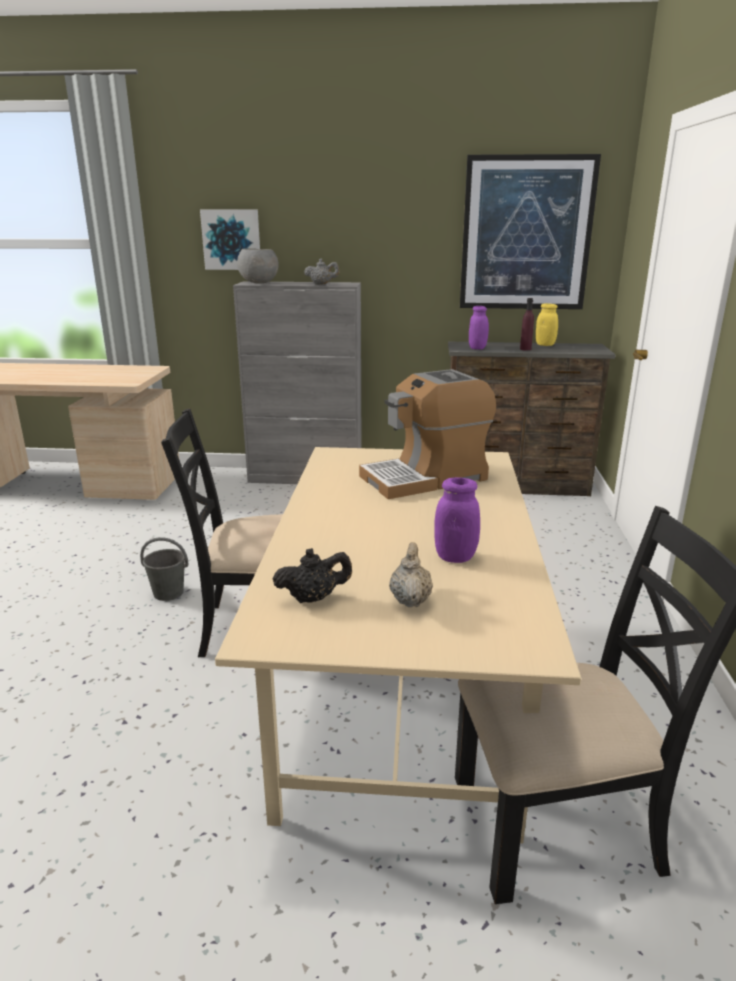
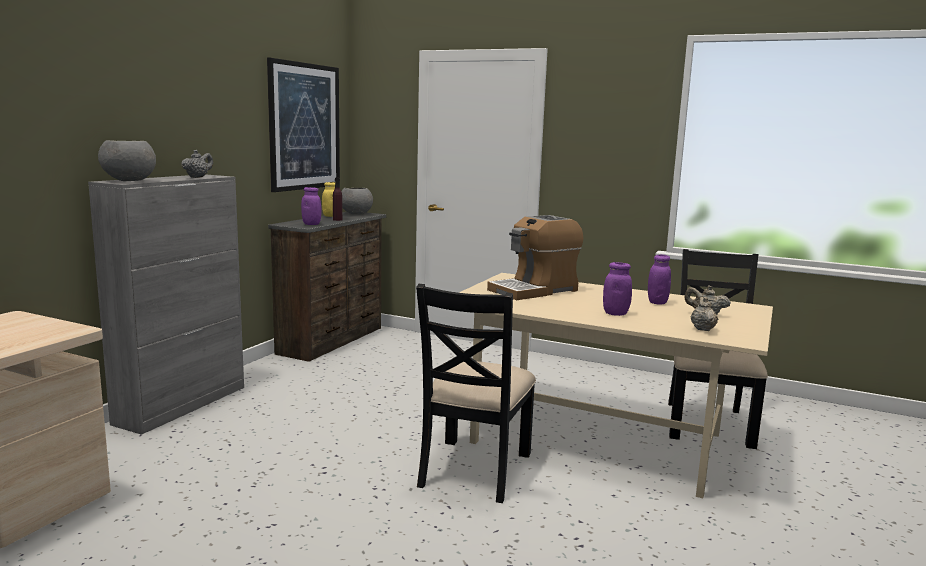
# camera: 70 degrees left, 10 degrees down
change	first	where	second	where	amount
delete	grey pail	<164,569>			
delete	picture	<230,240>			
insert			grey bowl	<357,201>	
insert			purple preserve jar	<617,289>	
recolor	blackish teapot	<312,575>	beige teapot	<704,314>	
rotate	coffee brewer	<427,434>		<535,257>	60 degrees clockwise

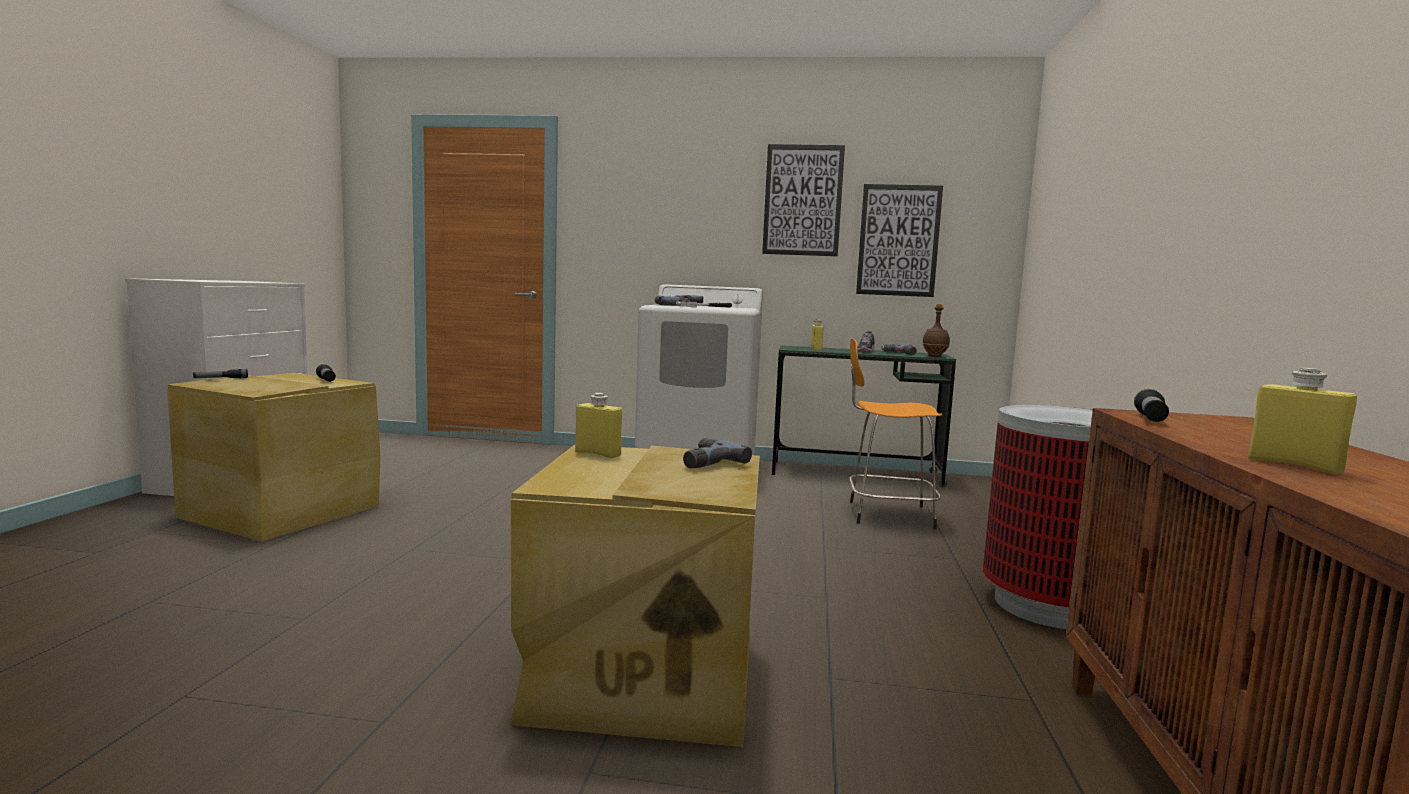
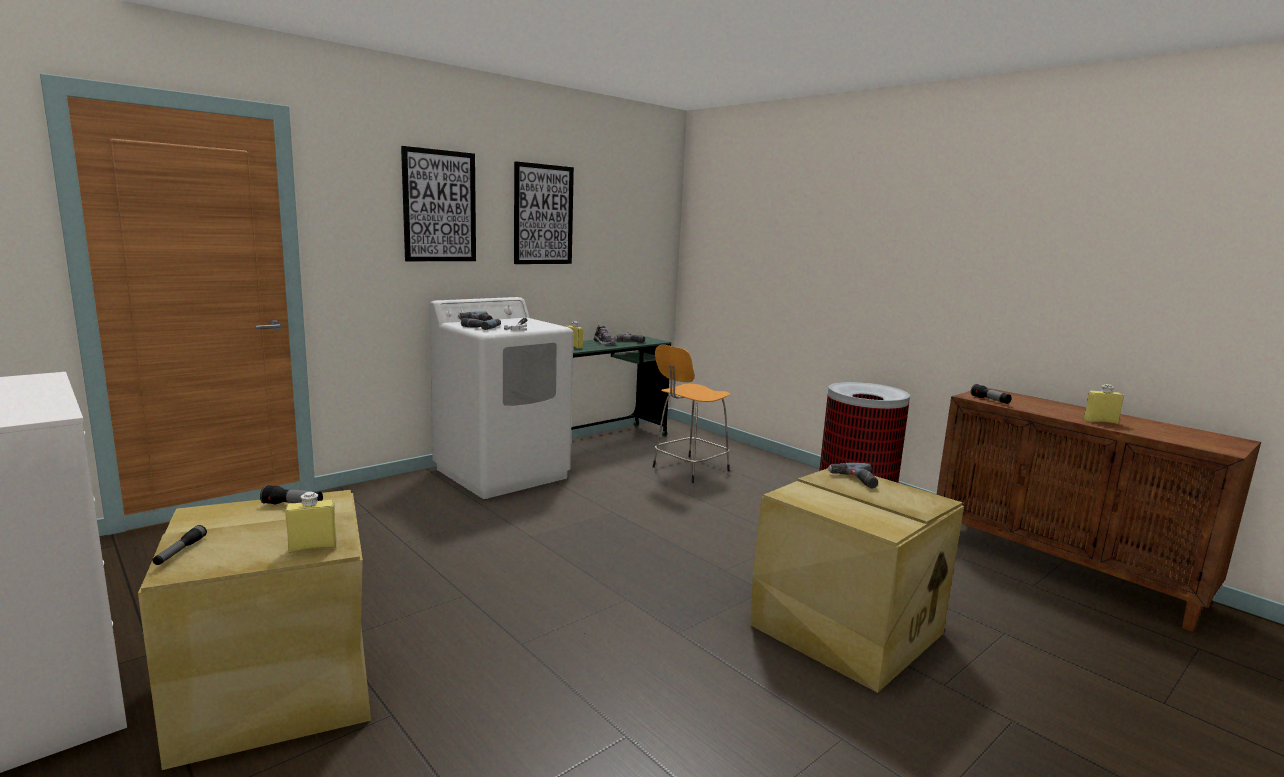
# camera: 50 degrees left, 5 degrees up
change	first	where	second	where	amount
delete	brown bottle	<936,330>			
move	yellow-coloured bottle	<598,425>		<311,522>	
move	picture	<899,240>		<438,203>	

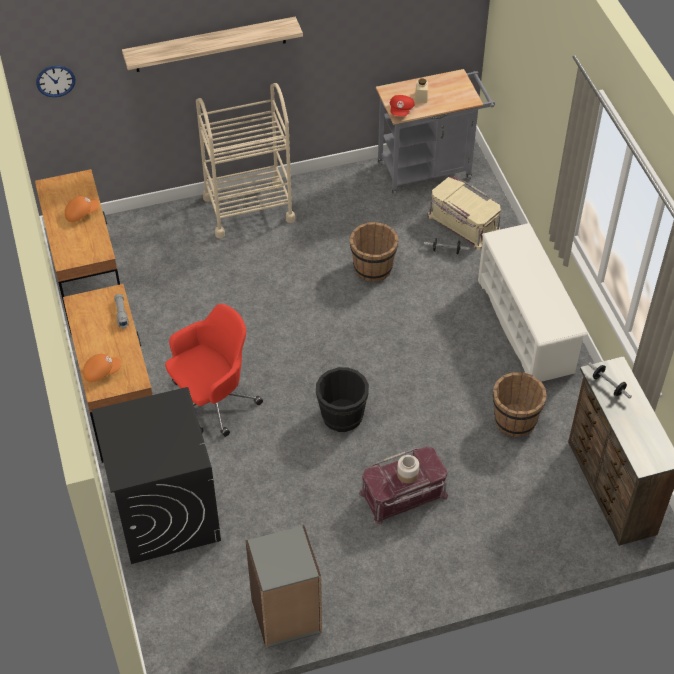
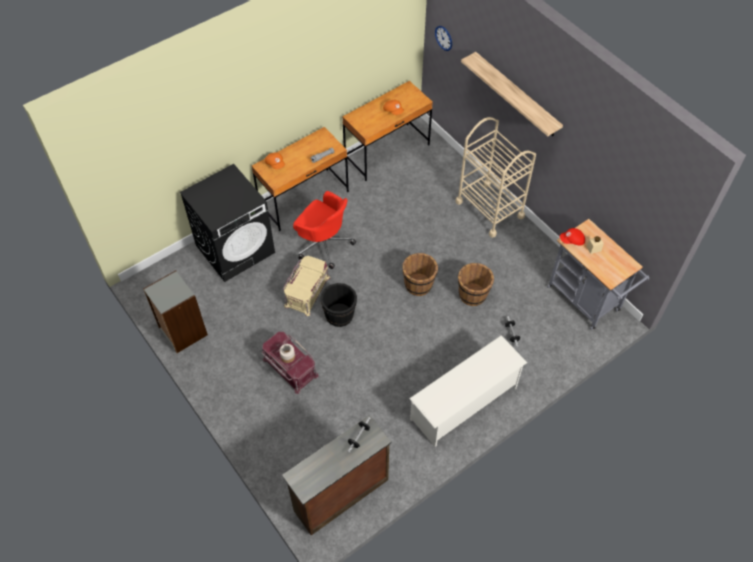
# camera: 70 degrees right, 5 degrees up
change	first	where	second	where	amount
move	beige storage box	<464,213>		<307,286>	
move	brown pail	<520,404>		<420,274>	

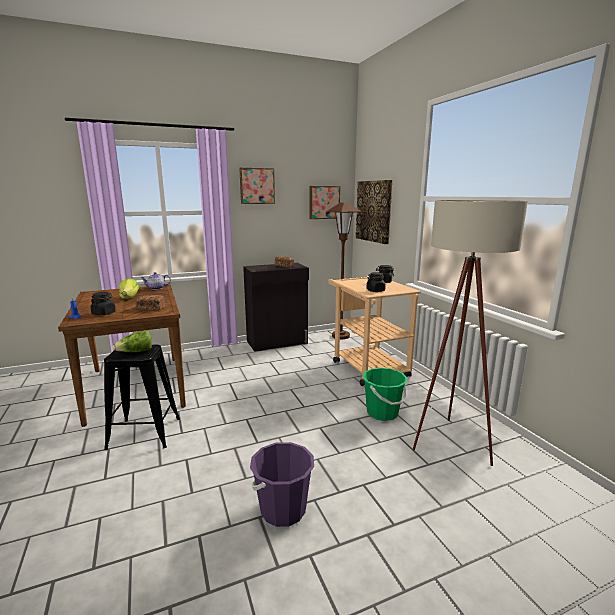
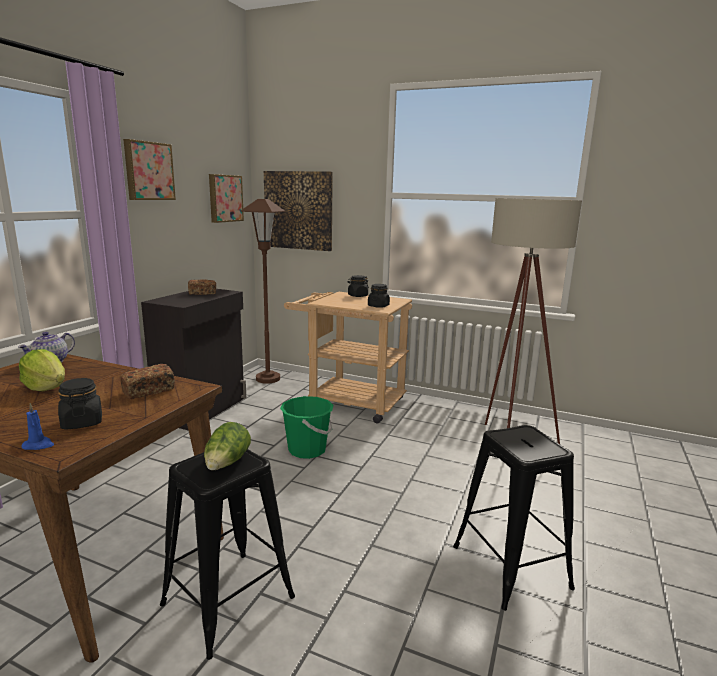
# camera: 45 degrees left, 0 degrees up
change	first	where	second	where	amount
move	greenish pail	<384,394>		<306,427>	
replace	purple pail	<282,484>	blackish stool	<514,518>	

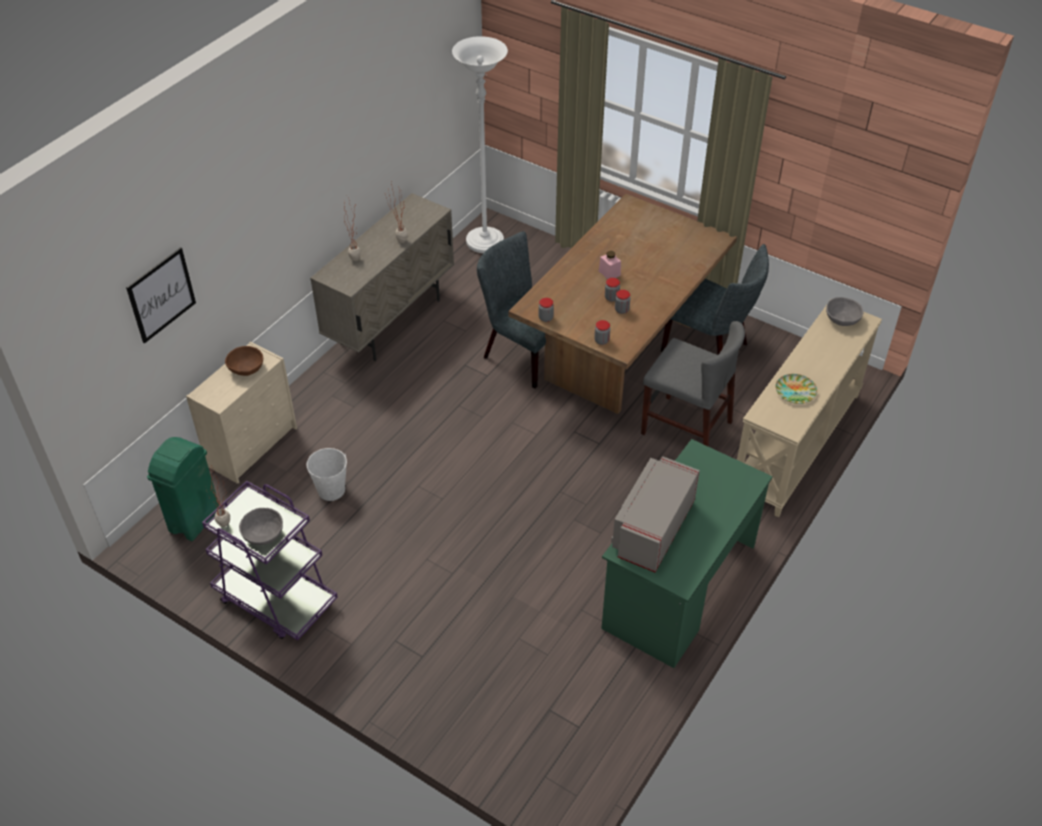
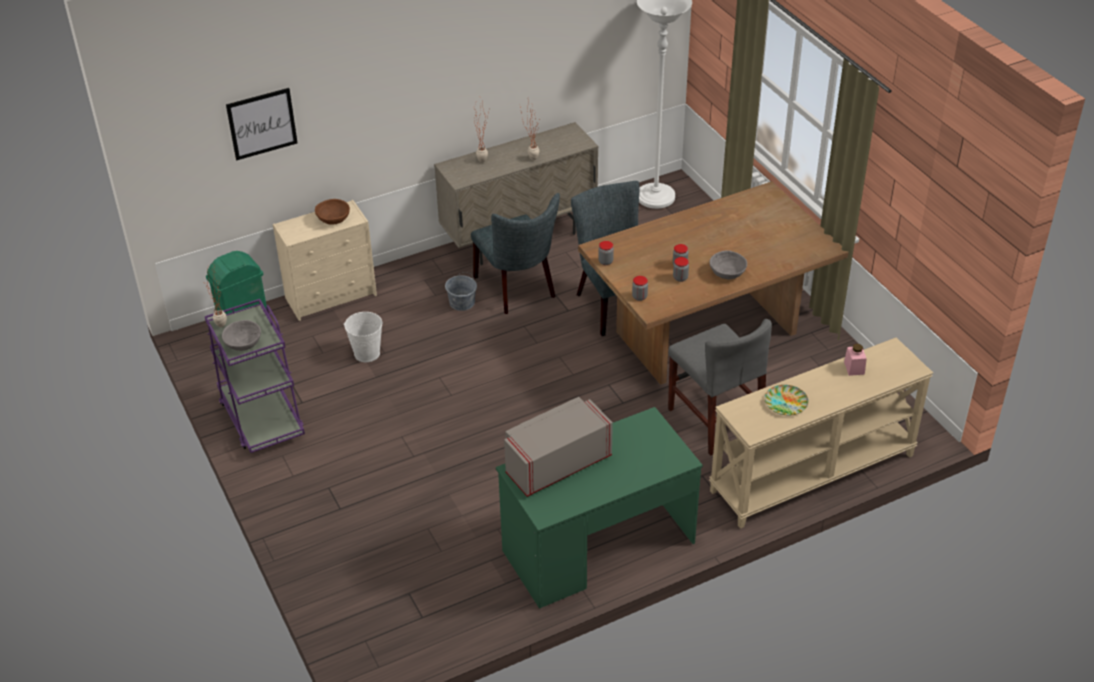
# camera: 30 degrees right, 5 degrees down
change	first	where	second	where	amount
insert			grey pail	<461,291>	
move	pinkish preserve jar	<610,265>		<855,360>	
move	grey plain chair	<715,299>		<515,253>	
move	grey bowl	<844,311>		<728,265>	

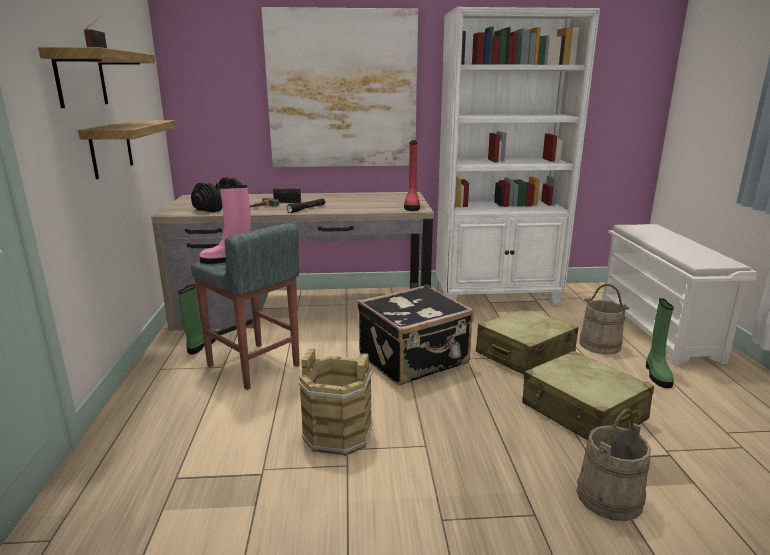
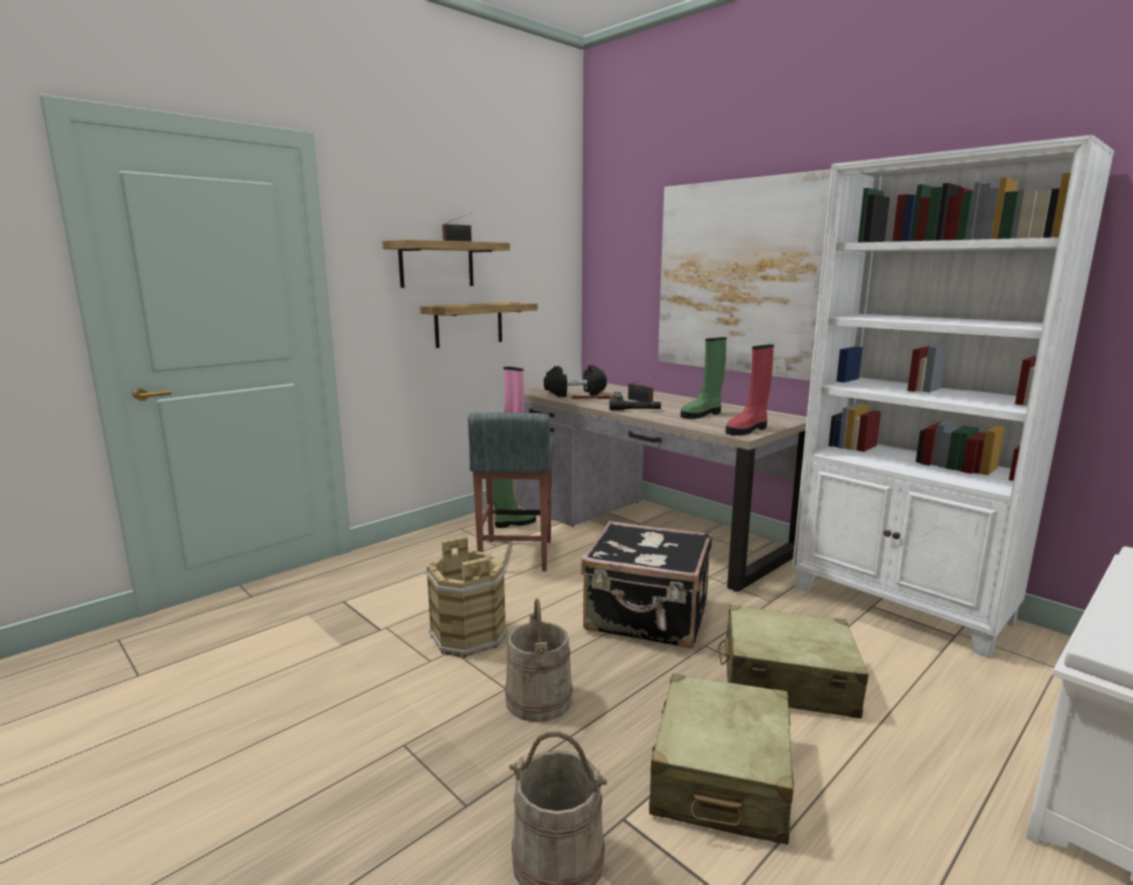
# camera: 50 degrees right, 5 degrees down
change	first	where	second	where	amount
move	beige pail	<604,319>		<539,660>	
move	greenish tall boot	<660,343>		<703,378>	

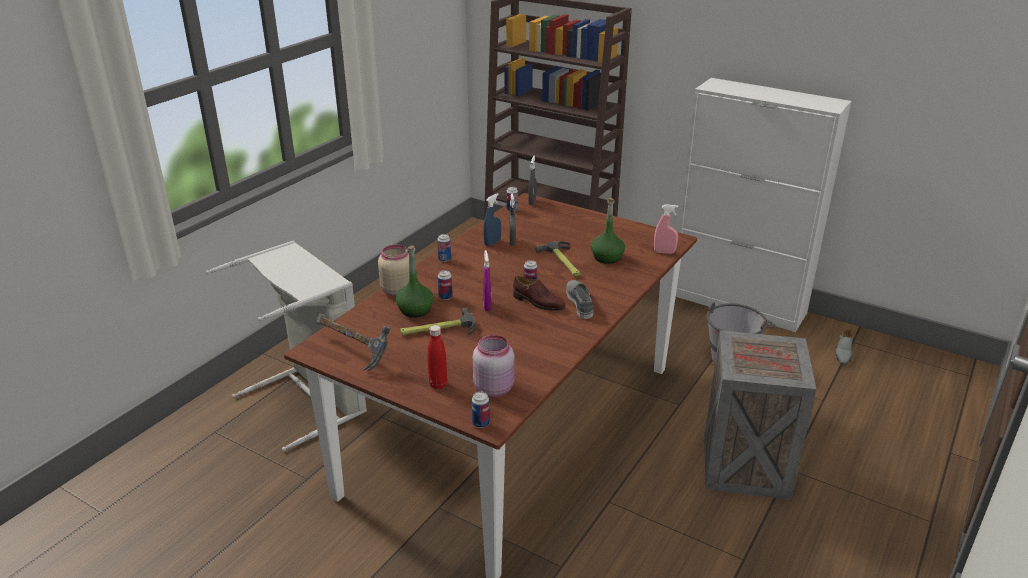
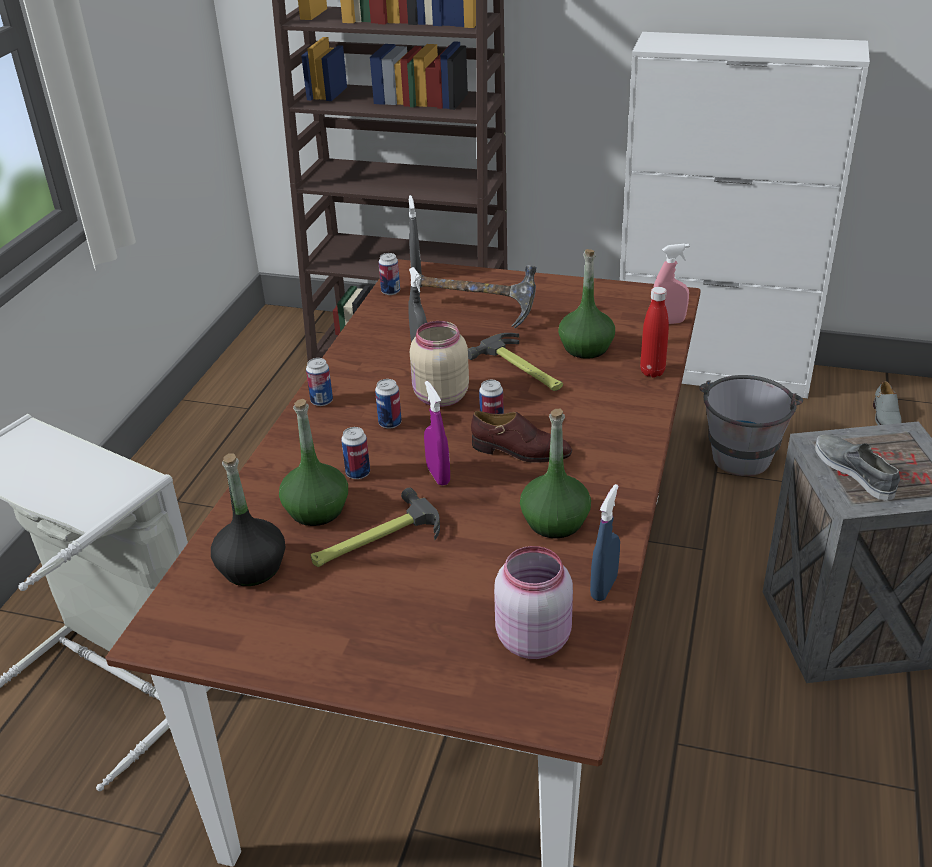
# camera: 15 degrees left, 5 degrees up
change	first	where	second	where	amount
insert			blackish bottle	<248,519>	
insert			greenish bottle	<555,474>	
move	hand hammer	<353,342>		<478,296>	
move	beige preserve jar	<393,270>		<439,364>	
move	reddish bottle	<437,357>		<654,332>	
move	metal can	<481,410>		<388,404>	
move	blue-coloured sprayer	<492,219>		<605,542>	
move	grey shoe	<579,299>		<857,467>	

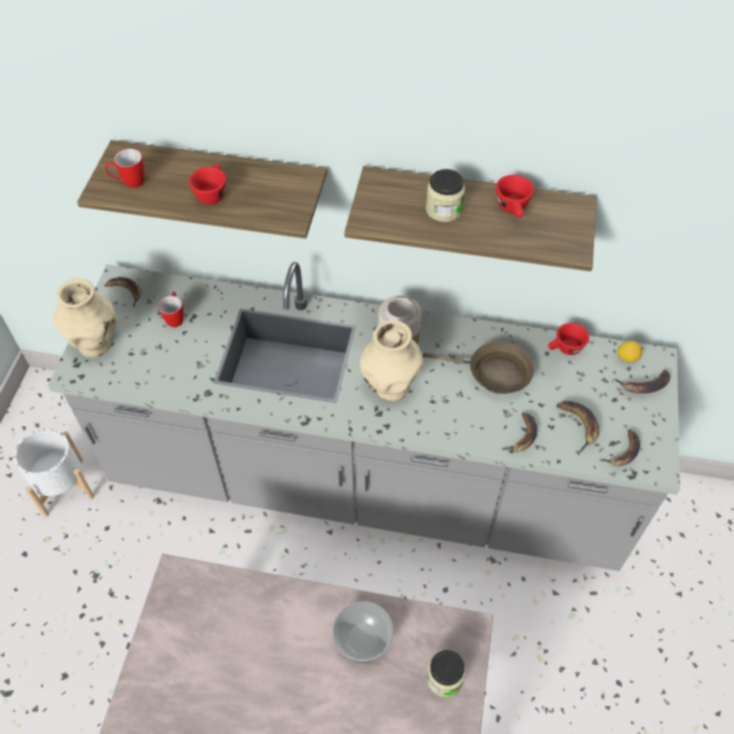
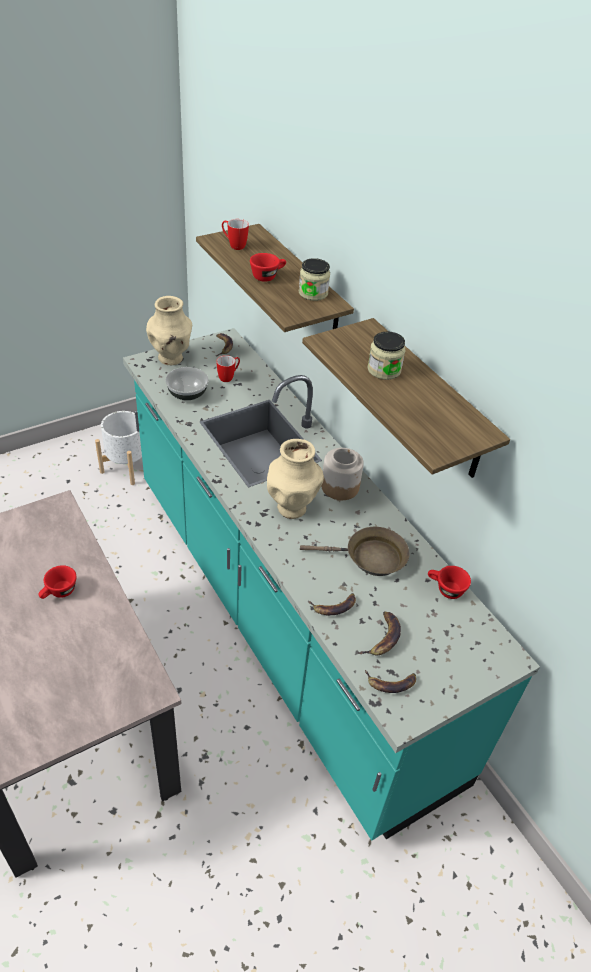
# camera: 45 degrees right, 10 degrees down
change	first	where	second	where	amount
delete	banana	<642,381>			
delete	lemon	<629,351>			
move	bowl	<363,632>		<187,383>	
move	preserve jar	<446,673>		<314,279>	
move	reddish small cup	<515,196>		<57,582>	
recolor	grey counter	<364,416>	blue-green counter	<331,584>	
rotate	brown pan	<478,367>		<355,551>	60 degrees counterclockwise

